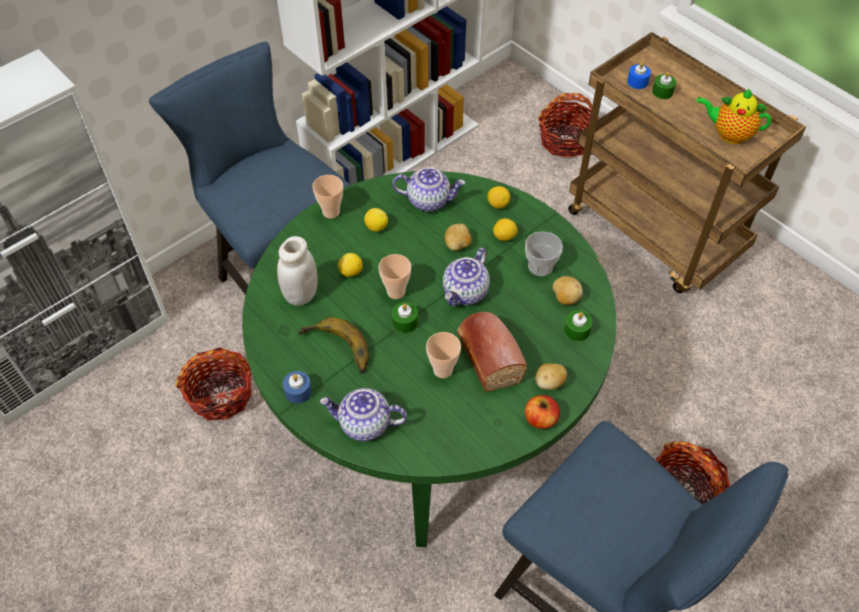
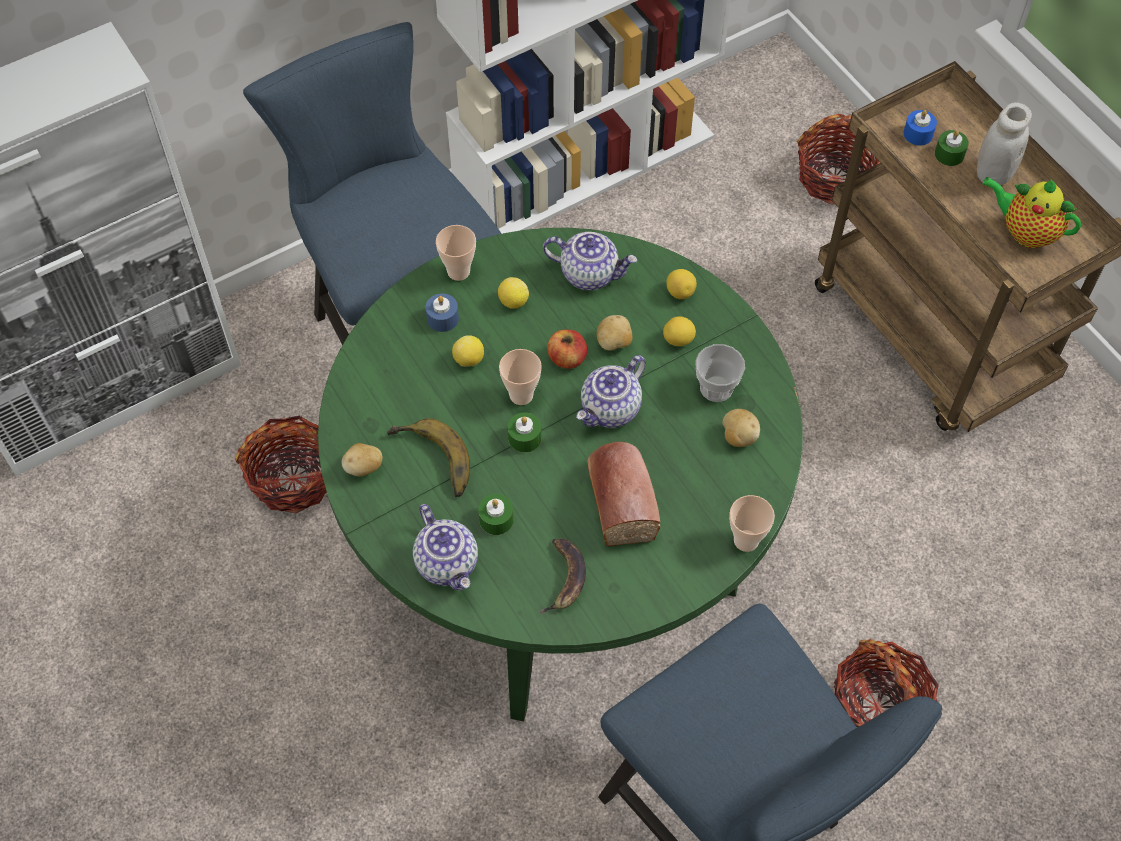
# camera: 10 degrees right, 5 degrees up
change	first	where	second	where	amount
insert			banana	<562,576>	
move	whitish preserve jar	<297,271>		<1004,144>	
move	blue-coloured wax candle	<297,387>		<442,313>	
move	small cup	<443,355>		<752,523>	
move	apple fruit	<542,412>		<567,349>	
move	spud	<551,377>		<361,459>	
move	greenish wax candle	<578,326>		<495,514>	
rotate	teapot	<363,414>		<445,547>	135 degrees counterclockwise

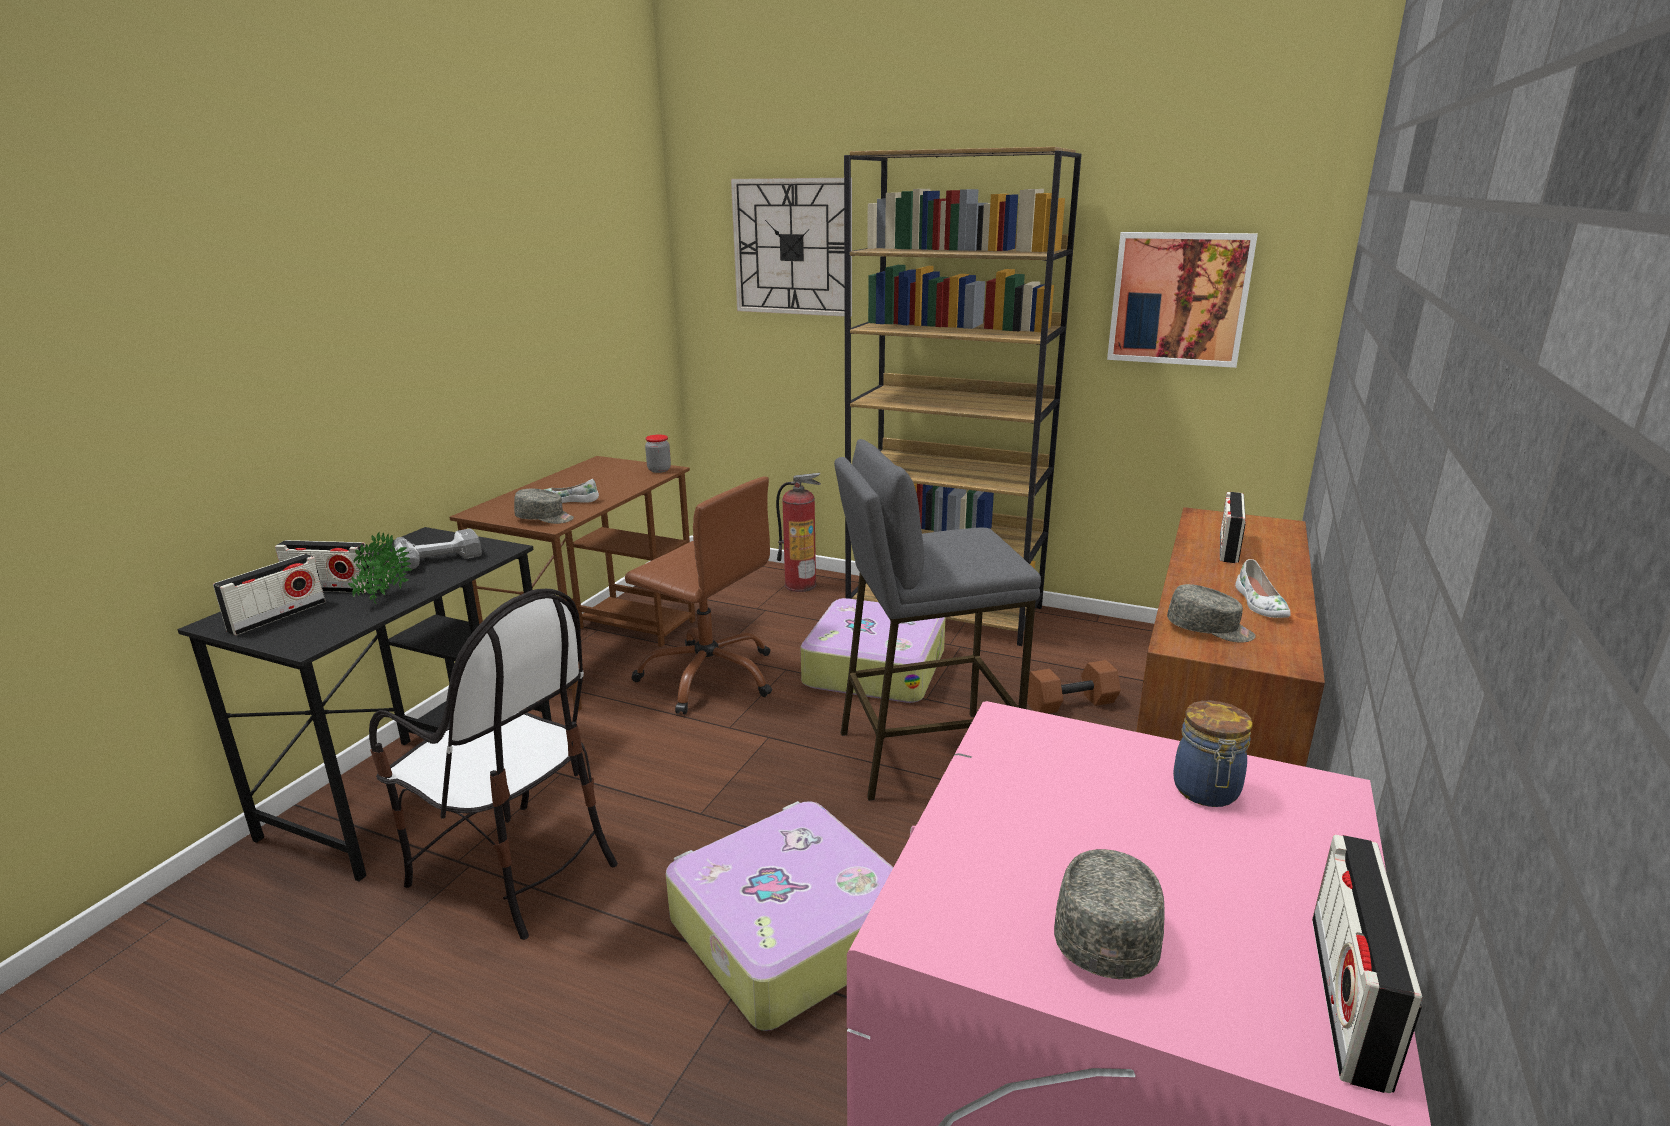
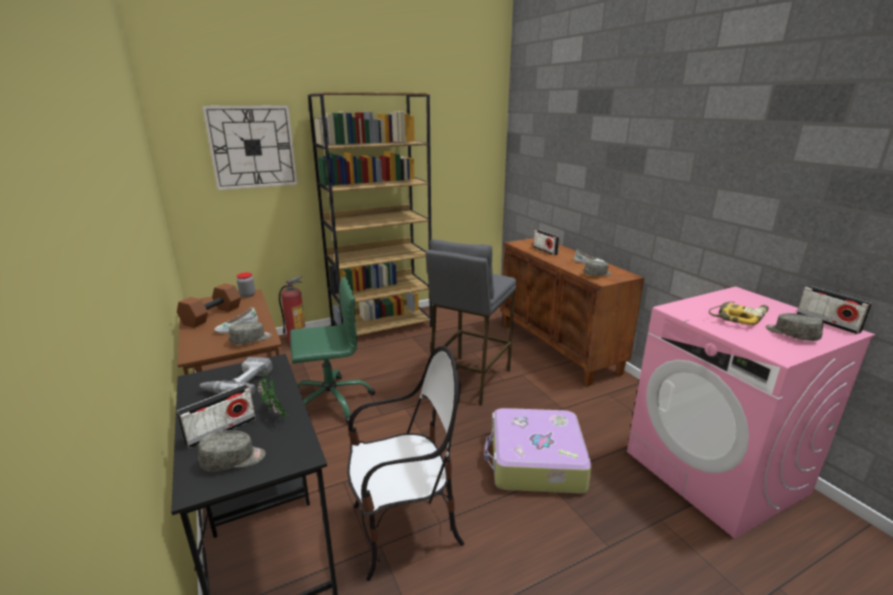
# camera: 50 degrees left, 0 degrees up
change	first	where	second	where	amount
delete	suitcase	<873,650>			
delete	picture	<1182,300>			
delete	preserve jar	<1212,754>			
insert			electric drill	<739,313>	
move	brown hand weight	<1074,687>		<209,305>	
replace	radio receiver	<269,595>	grey cap	<232,450>	
recolor	brown computer chair	<698,595>	greenish computer chair	<332,350>	

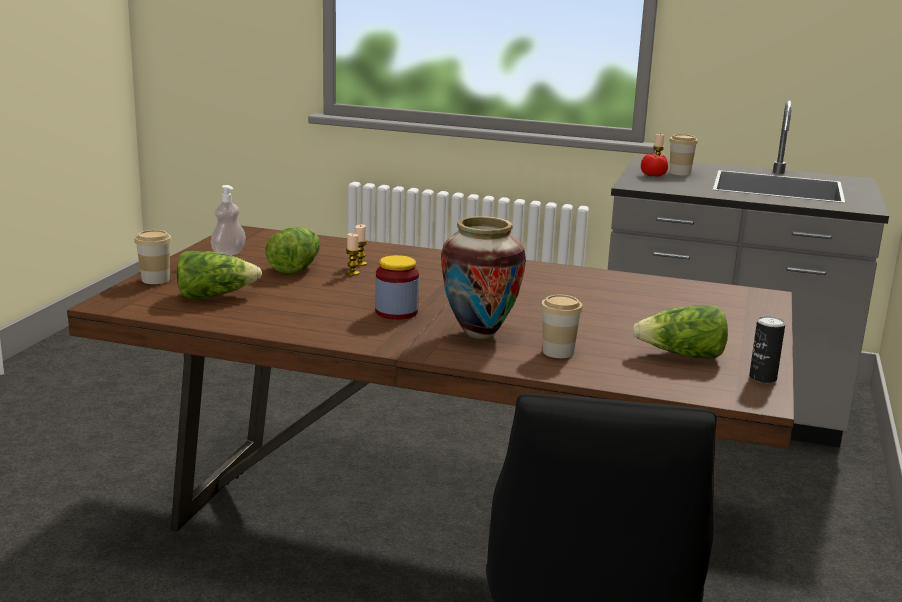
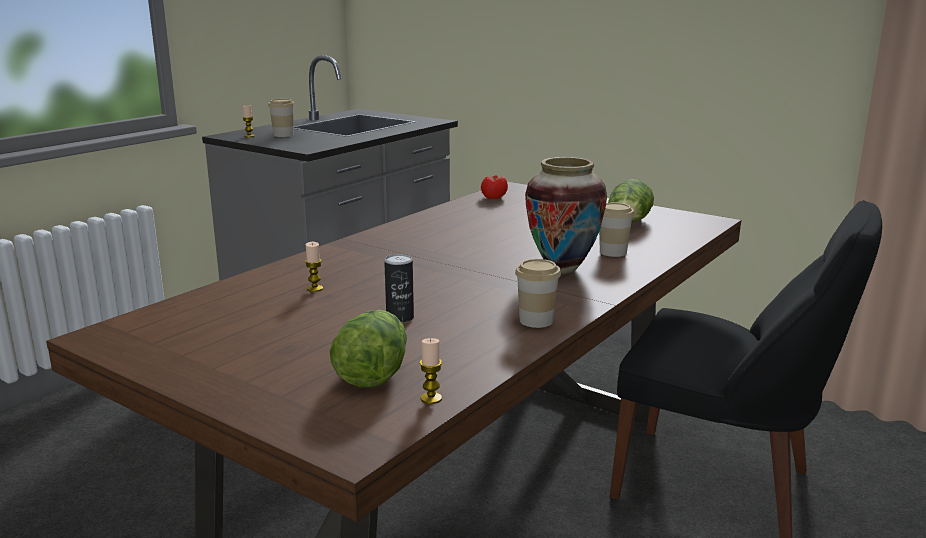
# camera: 70 degrees left, 0 degrees up
change	first	where	second	where	amount
delete	soap dispenser	<228,220>			
delete	lettuce head	<292,250>			
delete	preserve jar	<397,287>			
move	small cup	<153,257>		<538,293>	
move	wax candle	<353,254>		<431,371>	
move	whole tomato	<654,165>		<494,187>	
move	metal can	<767,349>		<399,288>	

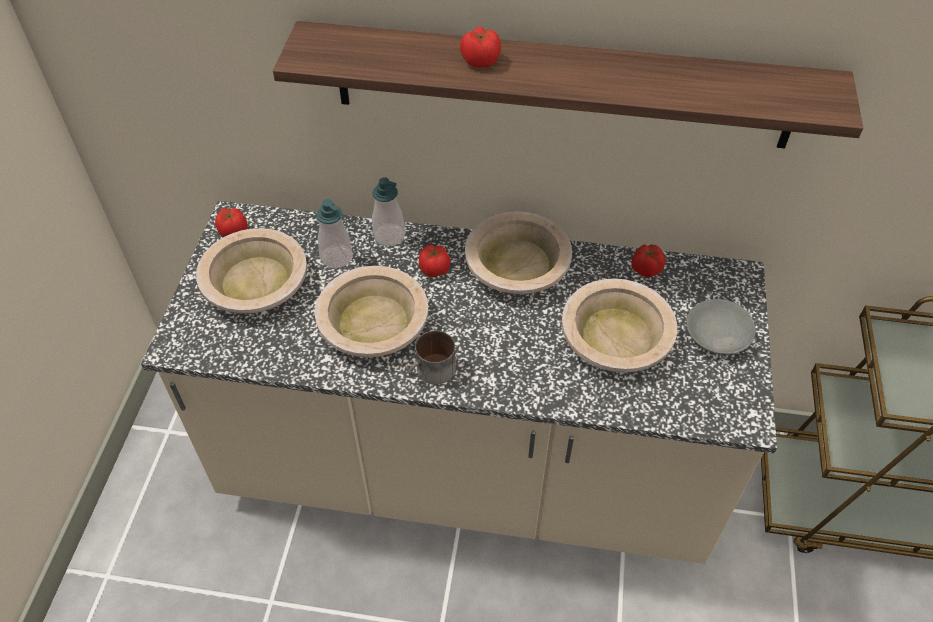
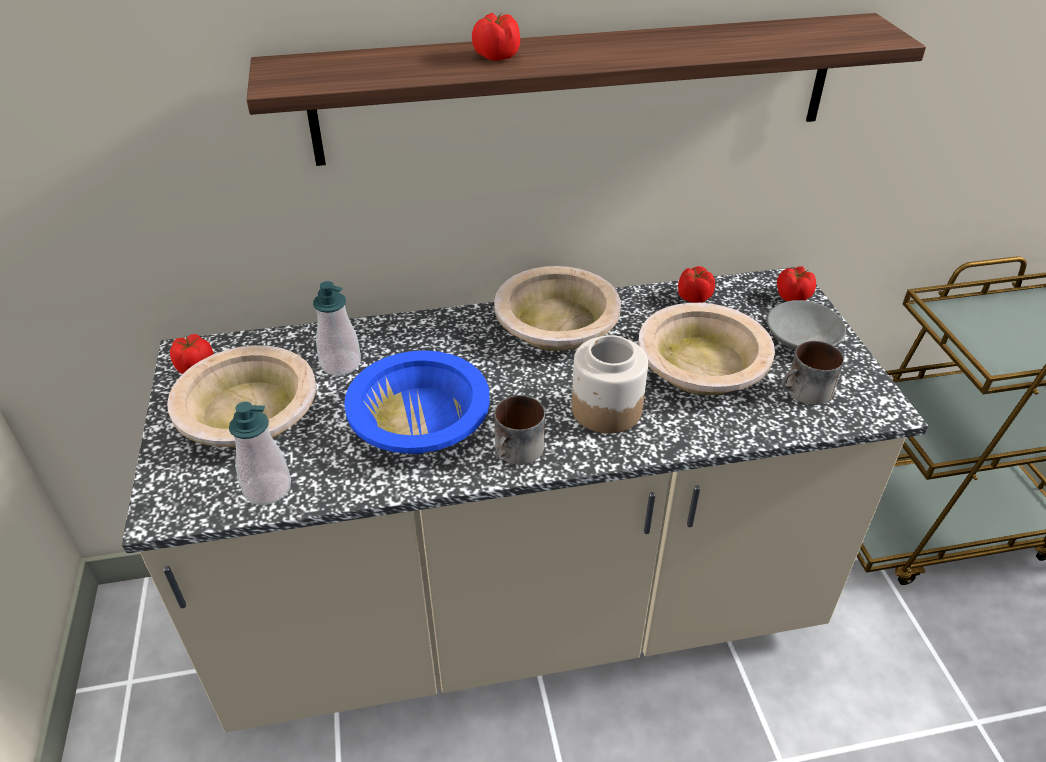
# camera: 20 degrees left, 10 degrees down
change	first	where	second	where	amount
insert			preserve jar	<610,384>	
insert			mug	<813,373>	
move	soap dispenser	<388,212>		<260,453>	
move	whole tomato	<434,261>		<796,284>	
recolor	beige bowl	<371,312>	blue-coloured bowl	<417,402>	

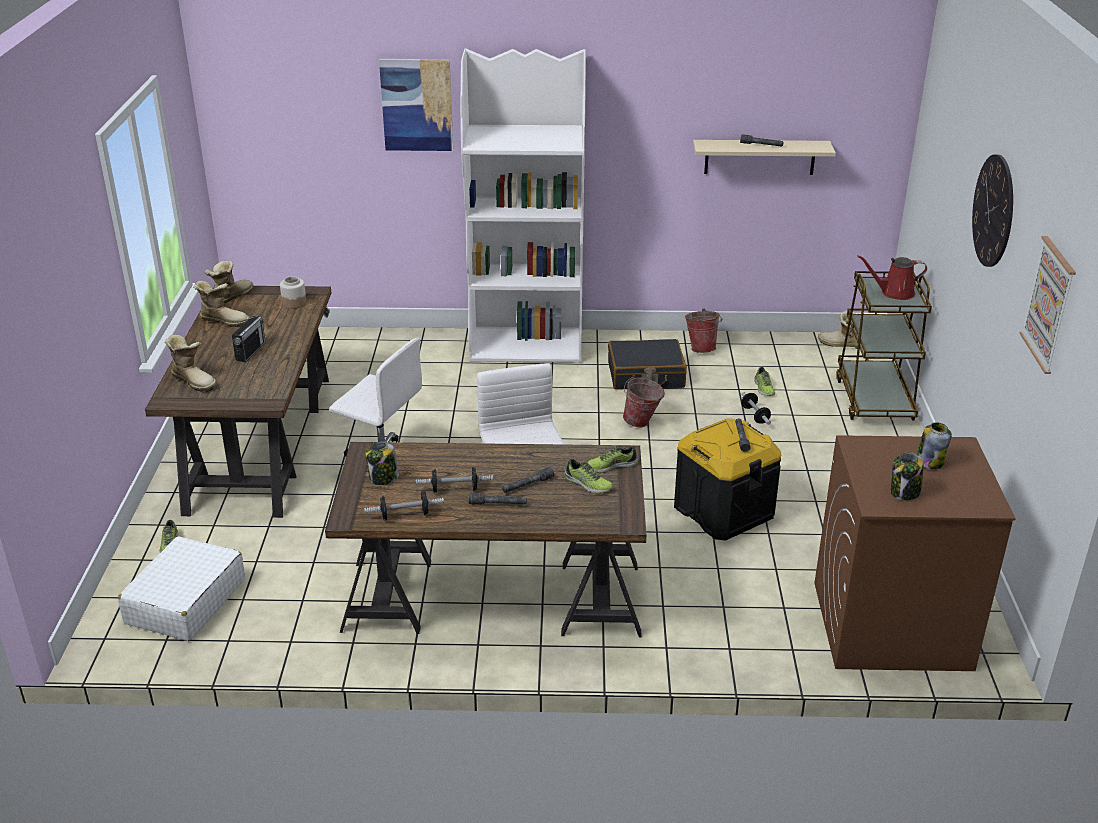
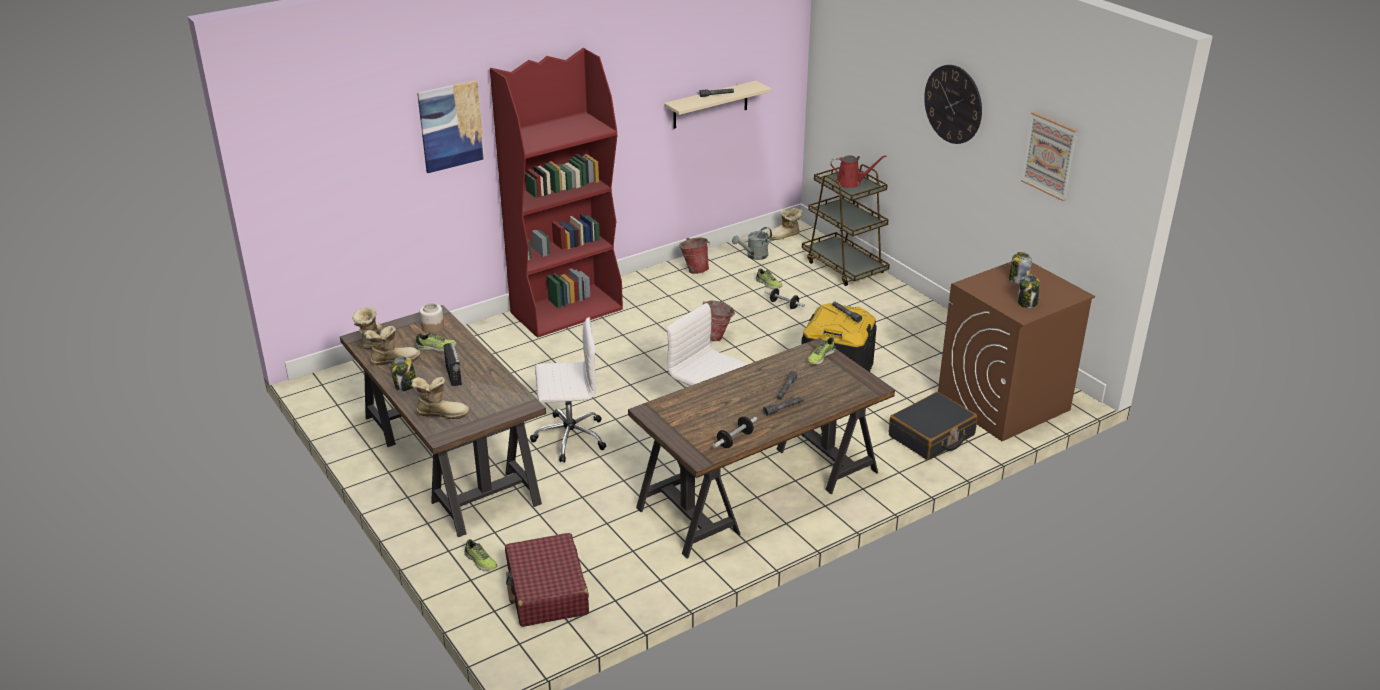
# camera: 35 degrees left, 0 degrees up
change	first	where	second	where	amount
delete	hand weight	<454,480>			
insert			grey watering pot	<752,243>	
move	preserve jar	<382,463>		<403,373>	
move	shoe	<588,476>		<435,342>	
move	blackish suitcase	<647,364>		<933,426>	
recolor	whitish suitcase	<181,588>	reddish suitcase	<547,580>	
recolor	whitish bookshelf	<523,206>	reddish bookshelf	<556,193>	
rotate	reddish watering pot	<892,277>		<858,171>	135 degrees counterclockwise

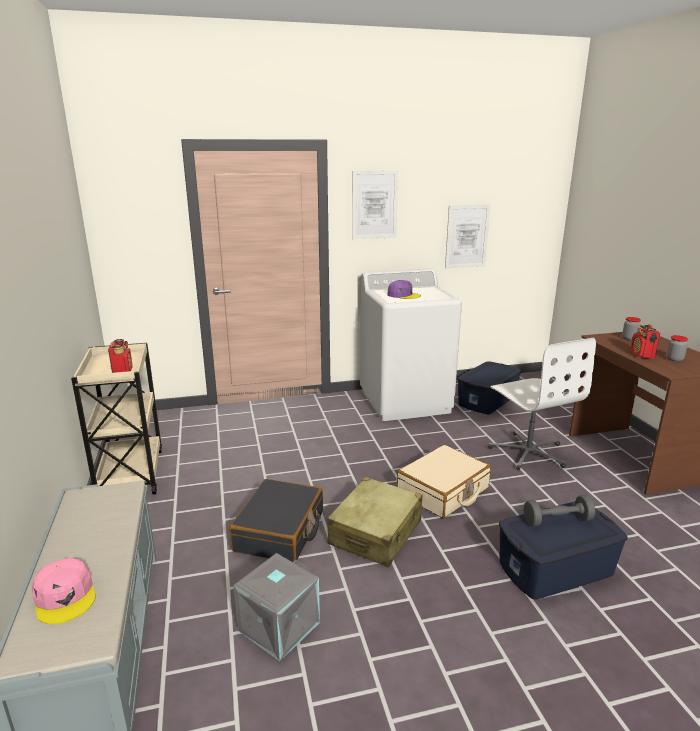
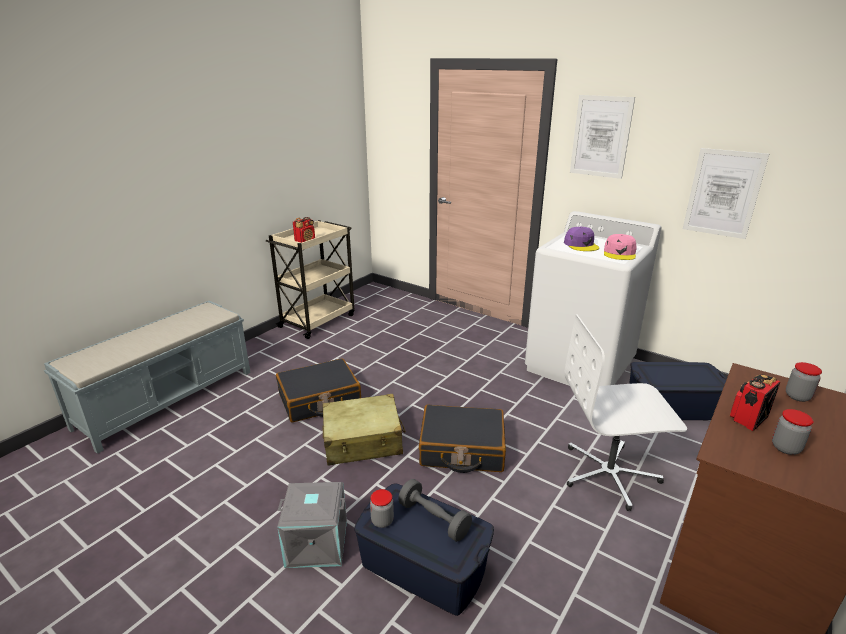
# camera: 50 degrees right, 5 degrees up
change	first	where	second	where	amount
insert			preserve jar	<382,508>	
move	pinkish cap	<64,591>		<620,247>	
move	grey storage box	<277,607>		<312,525>	
recolor	beige suitcase	<444,481>	blackish suitcase	<462,438>	
rotate	whitish computer chair	<542,404>		<625,412>	60 degrees clockwise

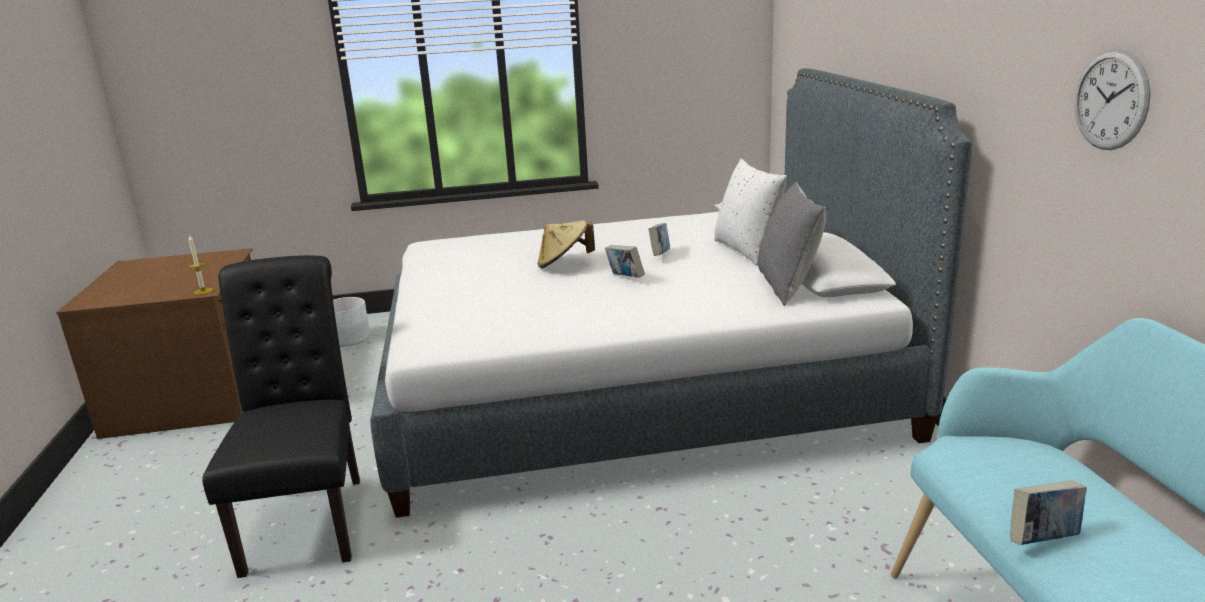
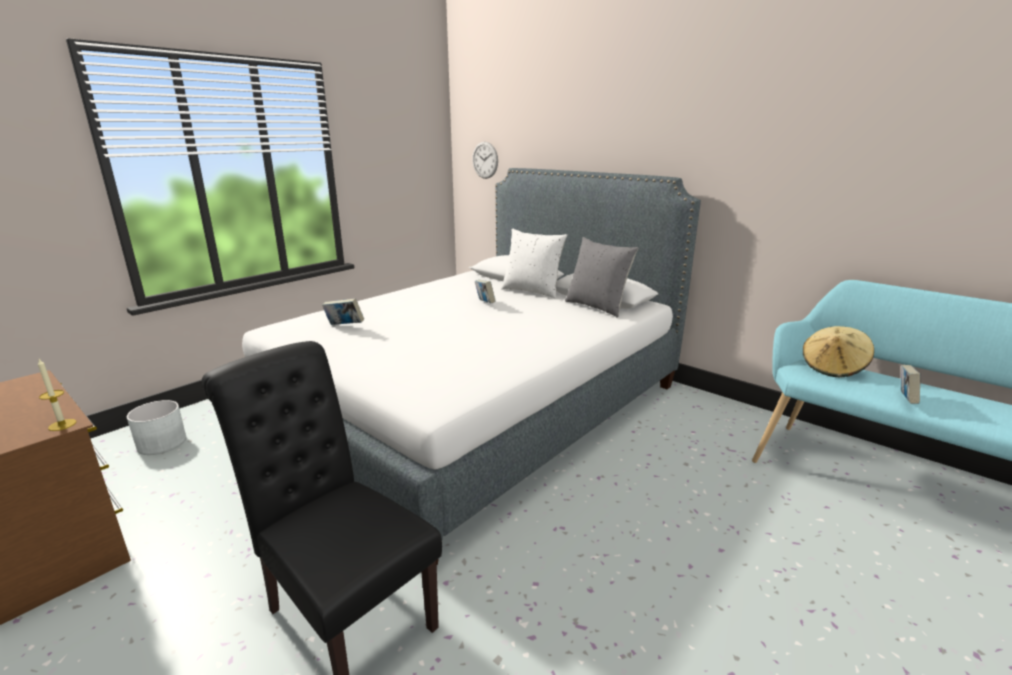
# camera: 40 degrees left, 0 degrees up
change	first	where	second	where	amount
move	beige hat	<566,244>		<838,351>	
move	volume	<625,261>		<343,311>	
move	wall clock	<1112,99>		<485,160>	

